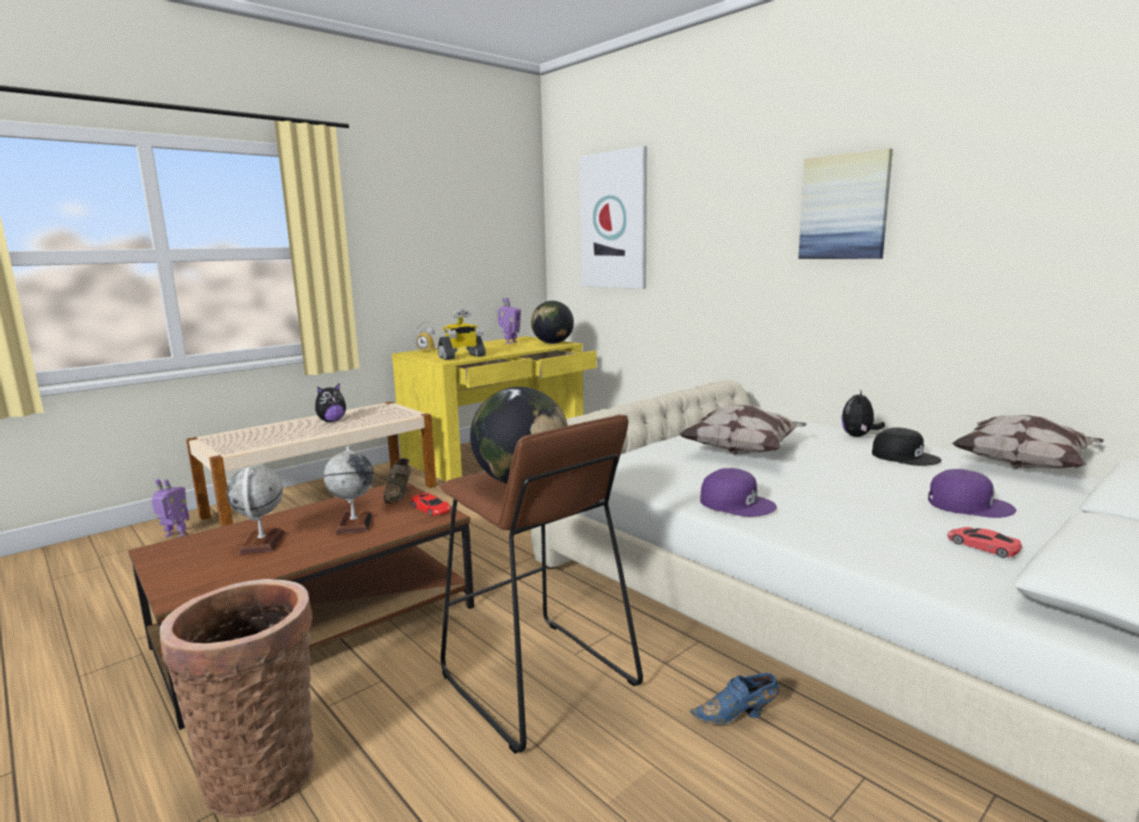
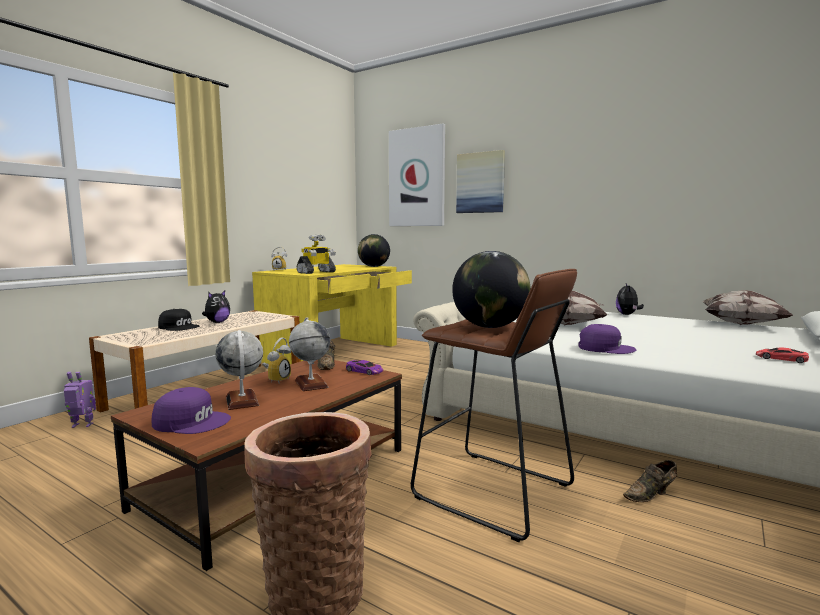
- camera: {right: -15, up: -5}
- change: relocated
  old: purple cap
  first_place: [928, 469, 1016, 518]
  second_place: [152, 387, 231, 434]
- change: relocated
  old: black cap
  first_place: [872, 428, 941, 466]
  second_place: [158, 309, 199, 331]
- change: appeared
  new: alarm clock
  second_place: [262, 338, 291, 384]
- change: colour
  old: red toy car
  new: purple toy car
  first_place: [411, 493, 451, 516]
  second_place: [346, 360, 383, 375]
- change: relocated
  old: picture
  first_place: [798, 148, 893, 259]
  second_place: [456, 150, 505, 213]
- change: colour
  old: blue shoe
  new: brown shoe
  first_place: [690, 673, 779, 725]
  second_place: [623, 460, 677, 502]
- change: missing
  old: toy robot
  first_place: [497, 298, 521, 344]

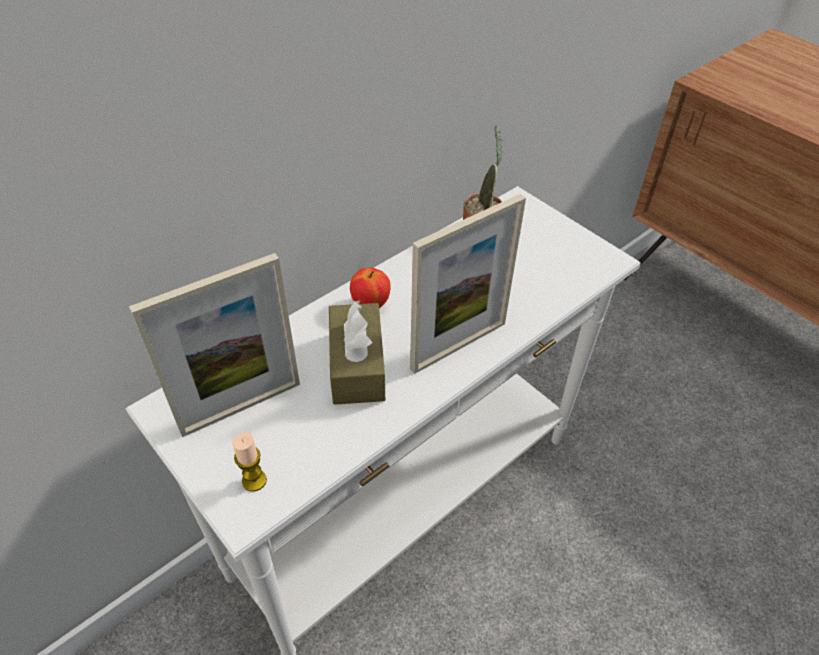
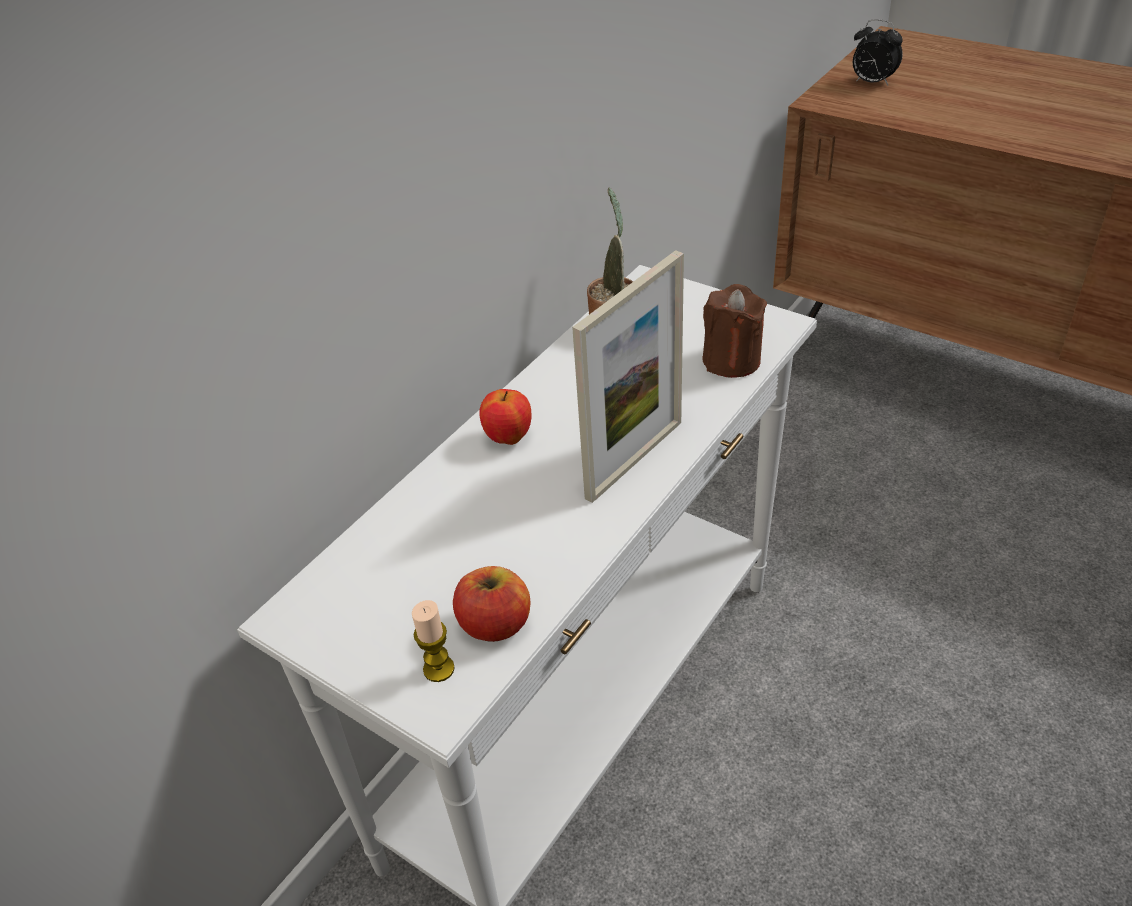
- camera: {right: -10, up: -5}
- change: appeared
  new: apple
  second_place: [453, 566, 530, 642]
- change: appeared
  new: brown candle
  second_place: [703, 284, 767, 378]
- change: appeared
  new: alarm clock
  second_place: [853, 19, 903, 86]
- change: missing
  old: picture frame
  first_place: [129, 253, 300, 437]
- change: missing
  old: brown tissue box
  first_place: [329, 300, 385, 405]

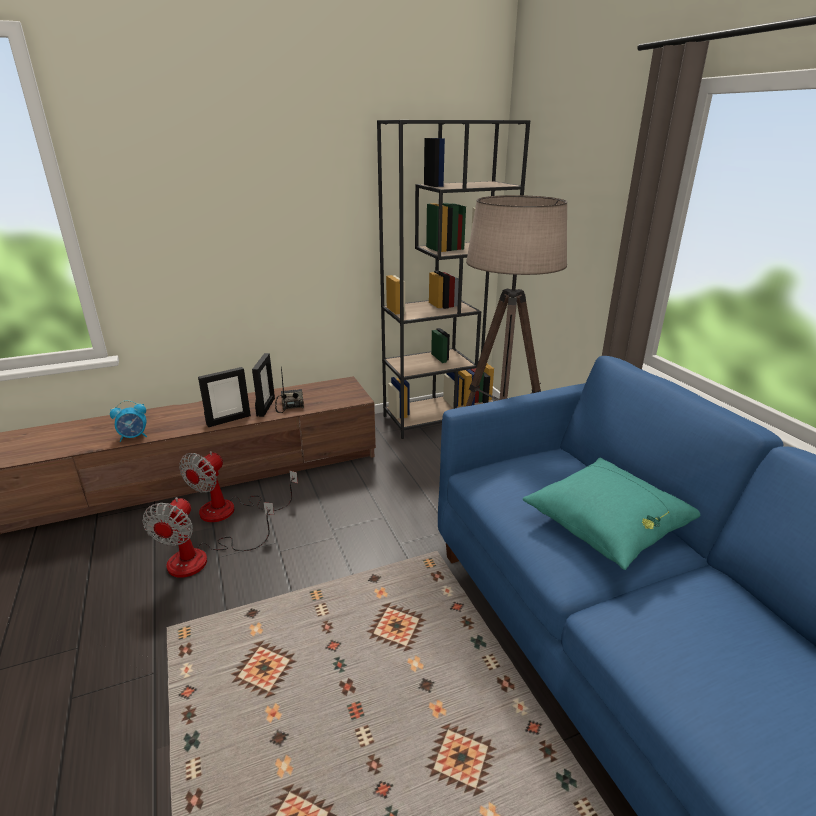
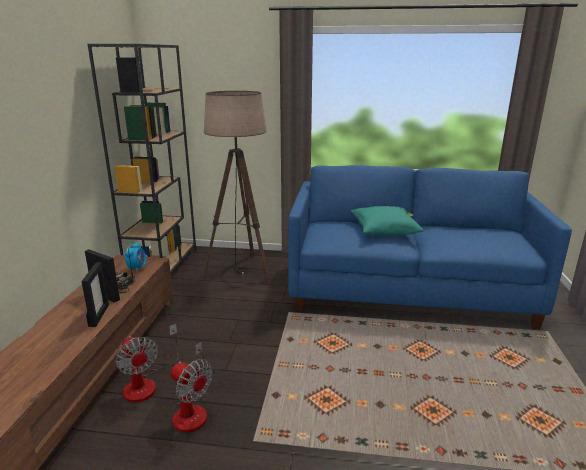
- camera: {right: -60, up: -5}
- change: relocated
  old: alarm clock
  first_place: [110, 400, 147, 442]
  second_place: [125, 242, 146, 273]

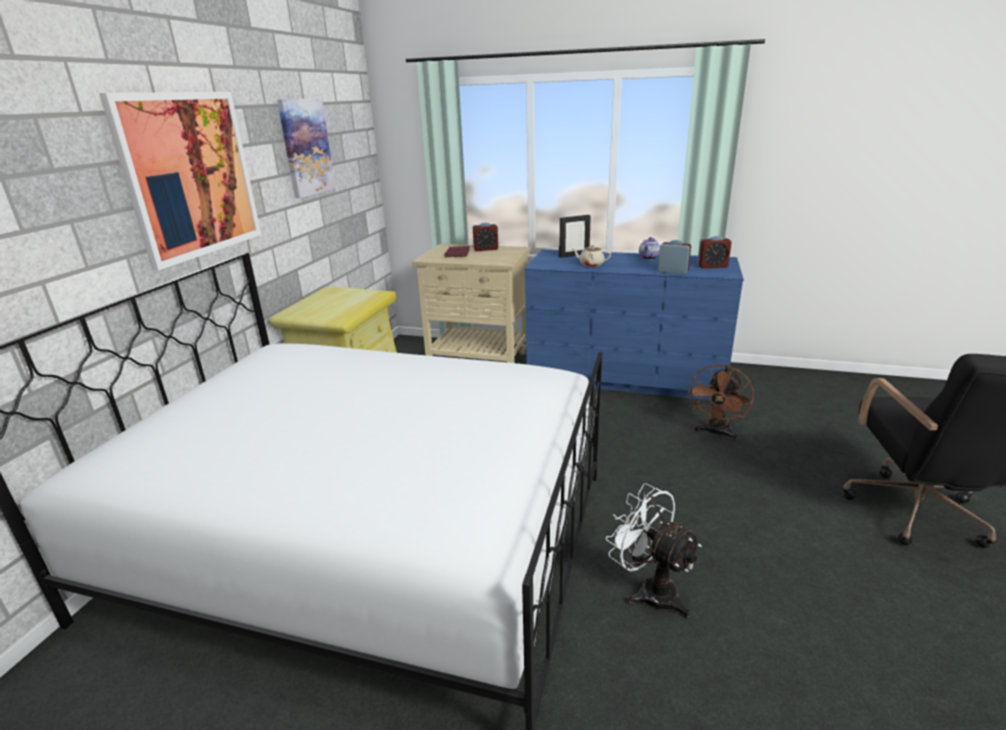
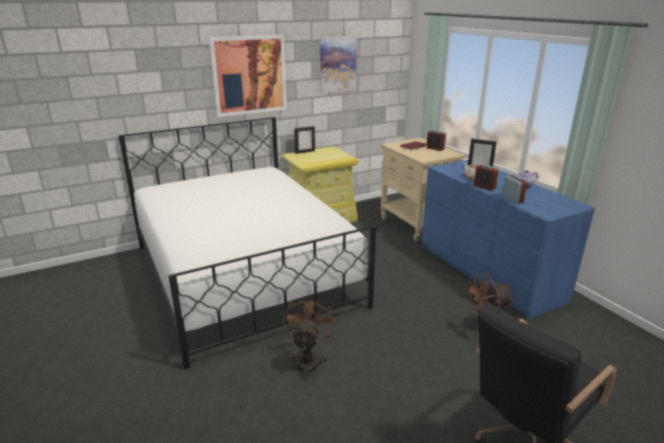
- camera: {right: 45, up: 0}
- change: colour
  old: white fan
  new: brown fan
  first_place: [606, 483, 702, 618]
  second_place: [283, 296, 335, 380]
- change: appeared
  new: picture frame
  second_place: [294, 126, 315, 154]
- change: relocated
  old: alarm clock
  first_place: [697, 236, 732, 268]
  second_place: [474, 164, 500, 191]

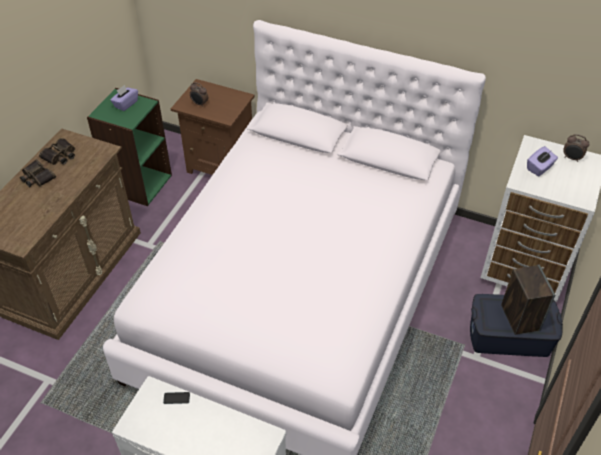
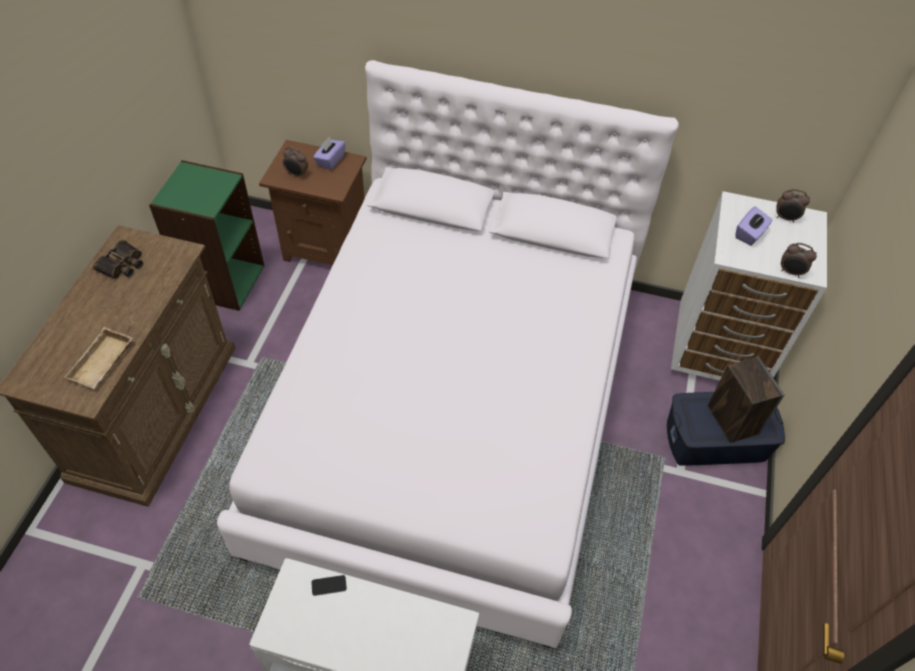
- camera: {right: -10, up: 5}
- change: appeared
  new: beige tray
  second_place: [64, 327, 133, 389]
- change: relocated
  old: purple tissue box
  first_place: [110, 85, 138, 111]
  second_place: [313, 137, 346, 170]
- change: appeared
  new: alarm clock
  second_place: [781, 243, 817, 278]
- change: missing
  old: binoculars
  first_place: [20, 159, 56, 187]

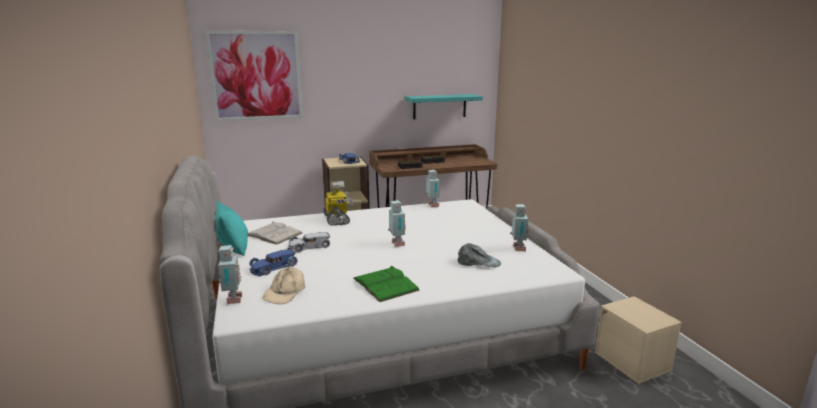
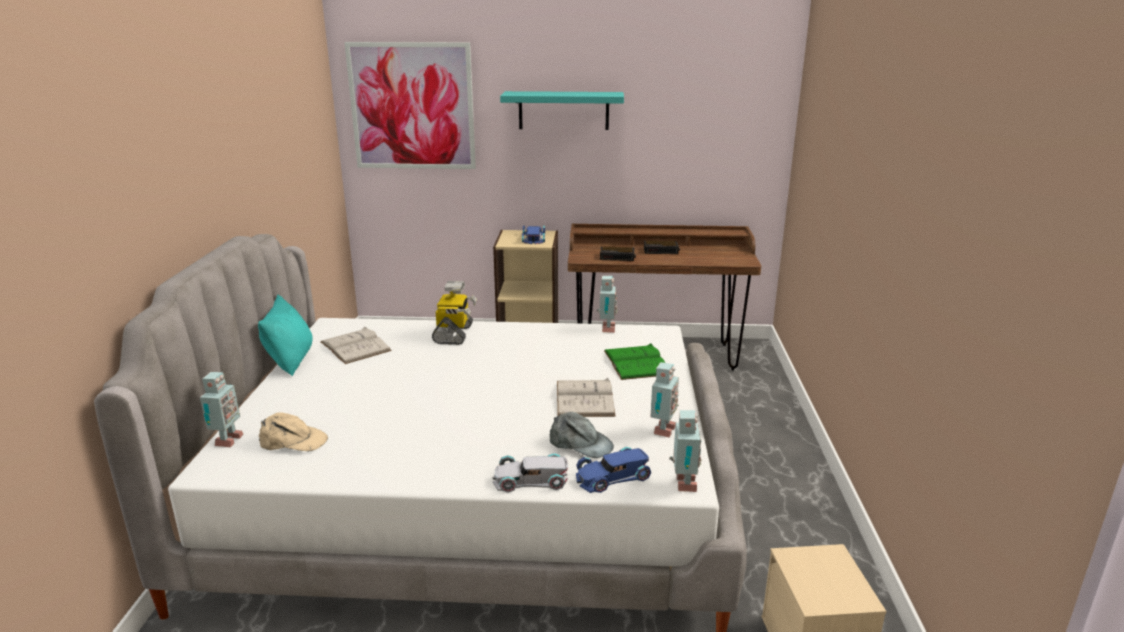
- camera: {right: 20, up: 5}
- change: spun
  old: beige cap
  first_place: [263, 266, 305, 304]
  second_place: [259, 412, 328, 451]
  degrees: -120
- change: relocated
  old: white toy car
  first_place: [288, 232, 330, 253]
  second_place: [493, 453, 568, 493]
- change: relocated
  old: turquoise shelf
  first_place: [405, 94, 483, 119]
  second_place: [500, 91, 624, 130]
- change: appeared
  new: white book
  second_place: [557, 378, 616, 417]
- change: relocated
  old: blue toy car
  first_place: [249, 249, 298, 276]
  second_place: [576, 447, 651, 493]
- change: relocated
  old: green book
  first_place: [353, 266, 420, 302]
  second_place: [604, 343, 665, 380]
- change: relocated
  old: toy robot
  first_place: [388, 200, 406, 247]
  second_place: [669, 410, 702, 492]

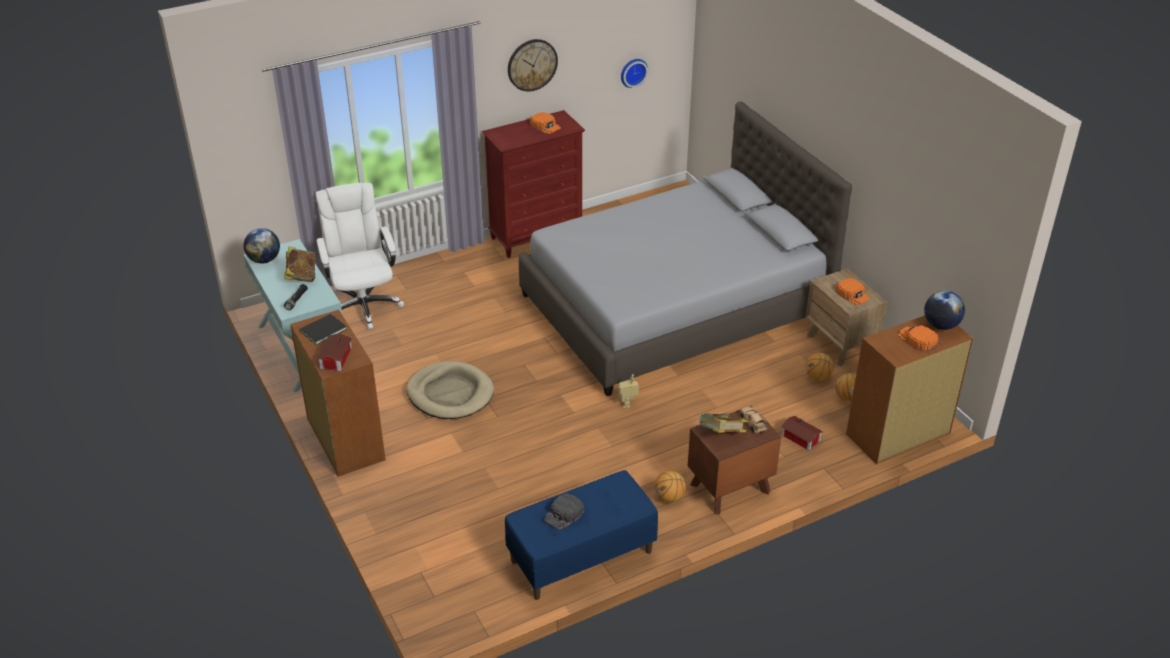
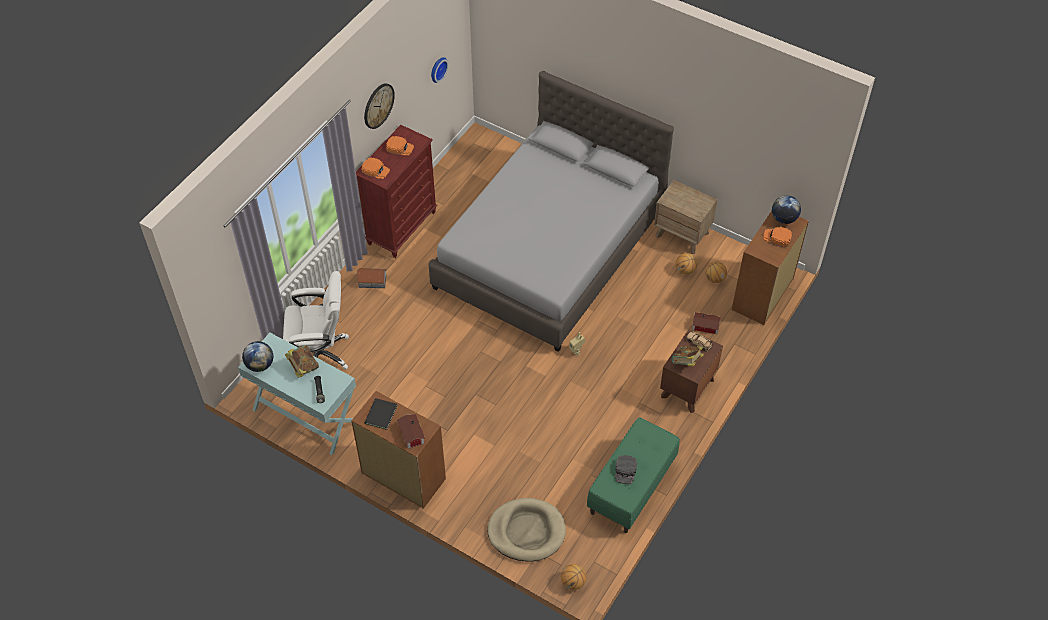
- camera: {right: -30, up: 15}
- change: spun
  old: white office chair
  first_place: [315, 183, 404, 329]
  second_place: [283, 271, 349, 370]
  degrees: 135
- change: appeared
  new: toy house
  second_place: [357, 268, 387, 288]
- change: relocated
  old: orange cap
  first_place: [835, 278, 870, 305]
  second_place: [361, 157, 390, 179]
- change: relocated
  old: beige dog bed
  first_place: [406, 361, 494, 419]
  second_place: [487, 498, 566, 562]
- change: relocated
  old: basketball
  first_place: [654, 471, 686, 502]
  second_place: [561, 564, 586, 590]
- change: colour
  old: blue bench
  new: green bench
  first_place: [505, 470, 658, 600]
  second_place: [587, 417, 680, 533]

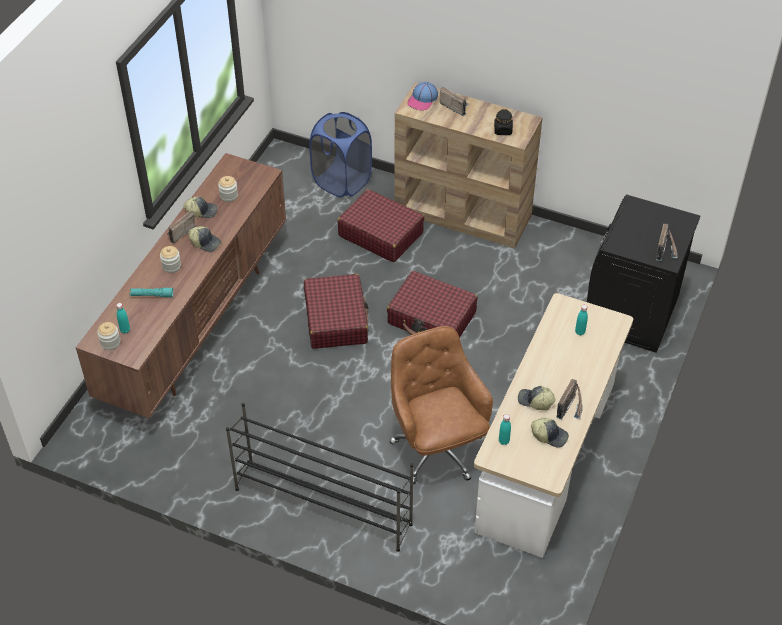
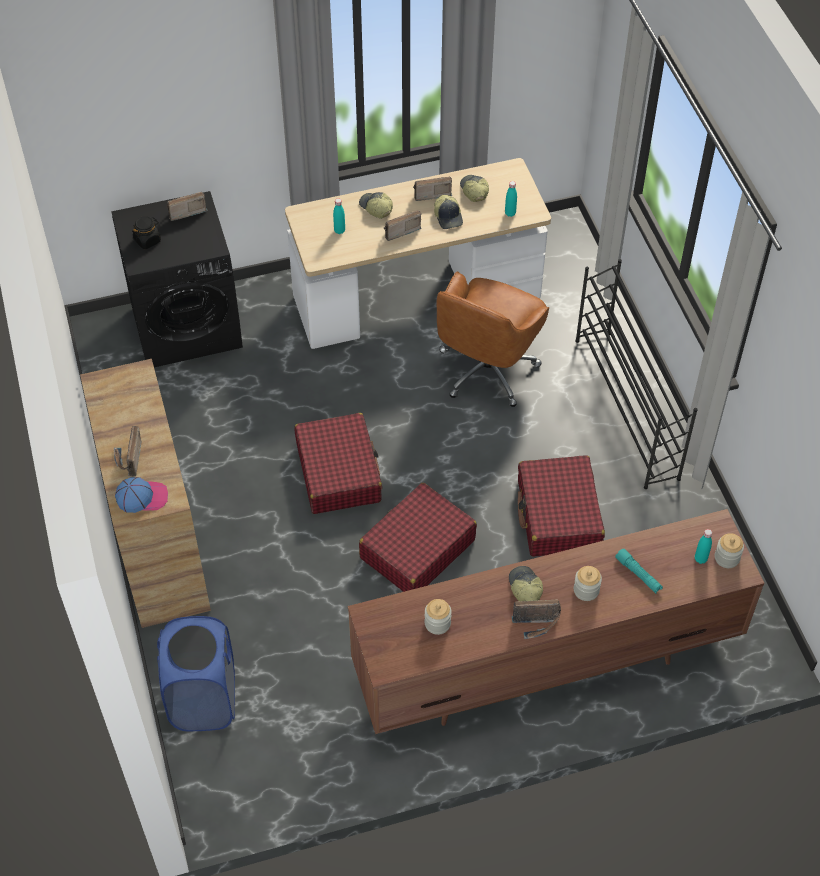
- camera: {right: -130, up: 5}
- change: relocated
  old: black jar
  first_place: [494, 109, 513, 135]
  second_place: [132, 216, 161, 249]
- change: relocated
  old: cap
  first_place: [183, 196, 217, 218]
  second_place: [359, 192, 393, 219]
- change: appeared
  new: radio
  second_place: [384, 210, 422, 241]
- change: relocated
  old: red suitcase
  first_place: [337, 189, 424, 262]
  second_place: [518, 456, 605, 557]

